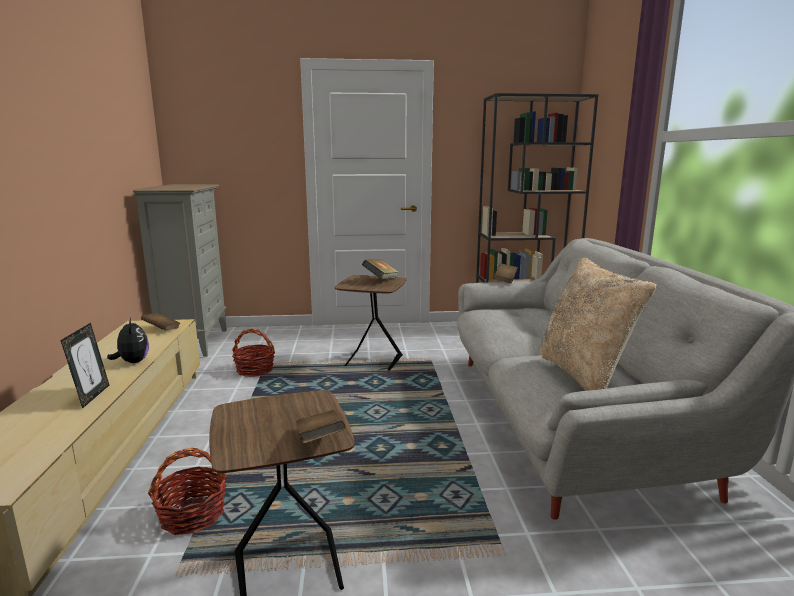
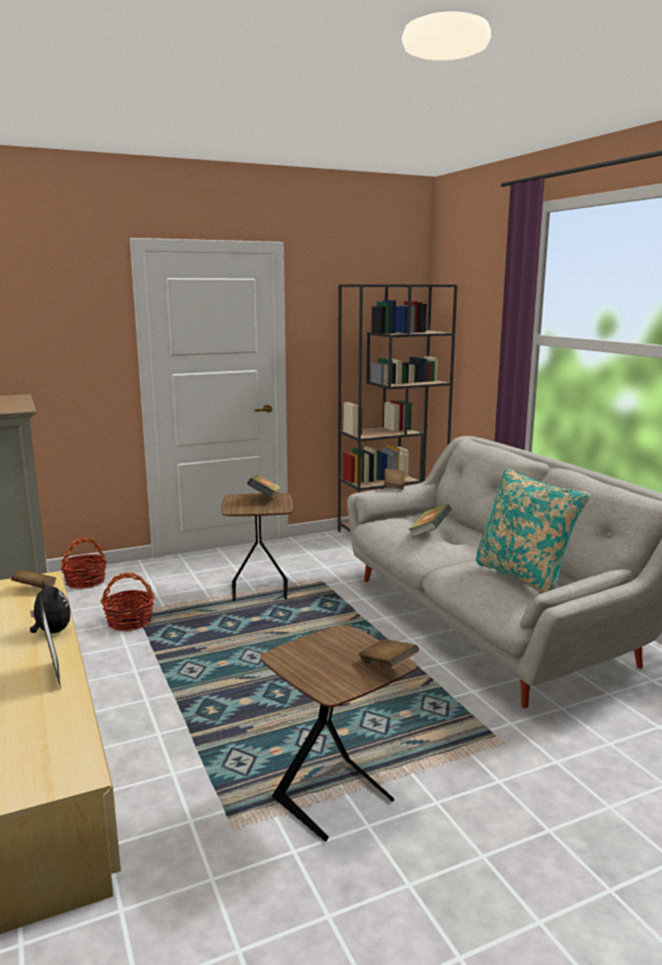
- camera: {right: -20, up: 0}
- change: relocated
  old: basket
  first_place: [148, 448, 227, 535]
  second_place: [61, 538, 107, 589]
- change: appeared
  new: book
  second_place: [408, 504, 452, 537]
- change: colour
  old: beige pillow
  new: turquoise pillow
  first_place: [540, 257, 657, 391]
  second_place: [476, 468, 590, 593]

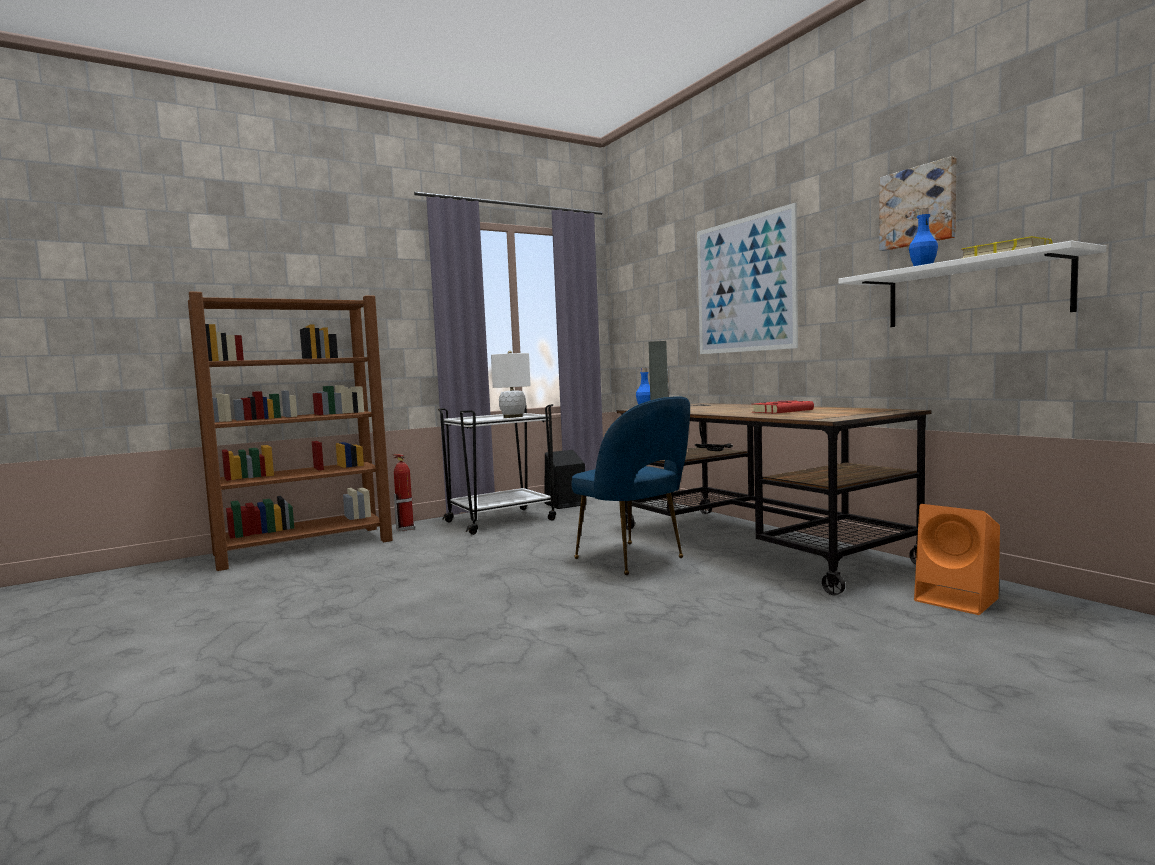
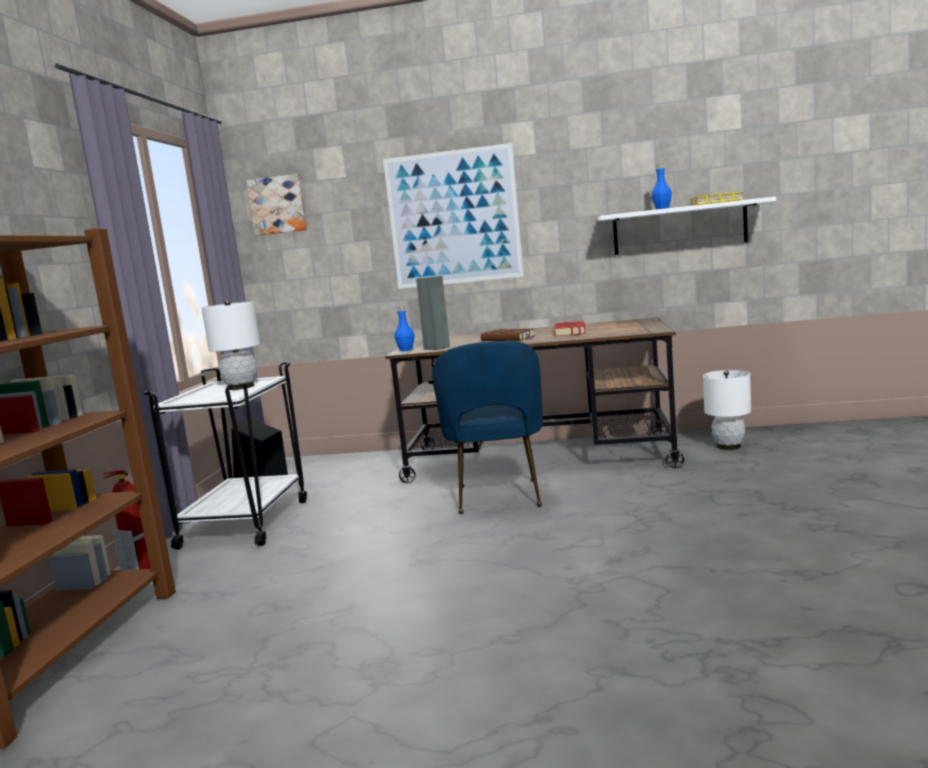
- camera: {right: -50, up: 5}
- change: relocated
  old: picture
  first_place: [879, 156, 957, 251]
  second_place: [246, 174, 308, 236]
- change: spun
  old: blue chair
  first_place: [571, 396, 690, 575]
  second_place: [432, 341, 543, 514]
  degrees: 90
- change: appeared
  new: brown book
  second_place: [481, 329, 534, 341]
- change: exchanged
  old: orange speaker
  new: white table lamp
  first_place: [914, 504, 1000, 615]
  second_place: [703, 370, 751, 450]

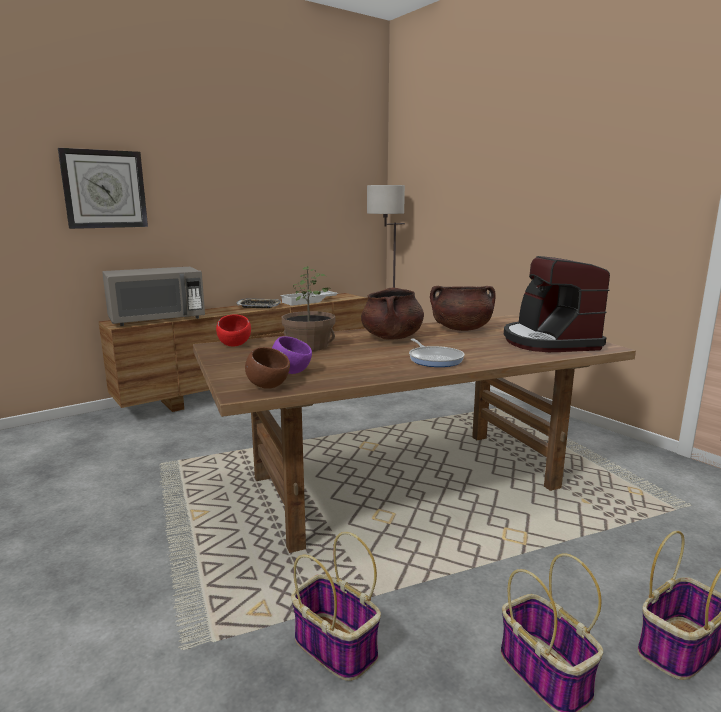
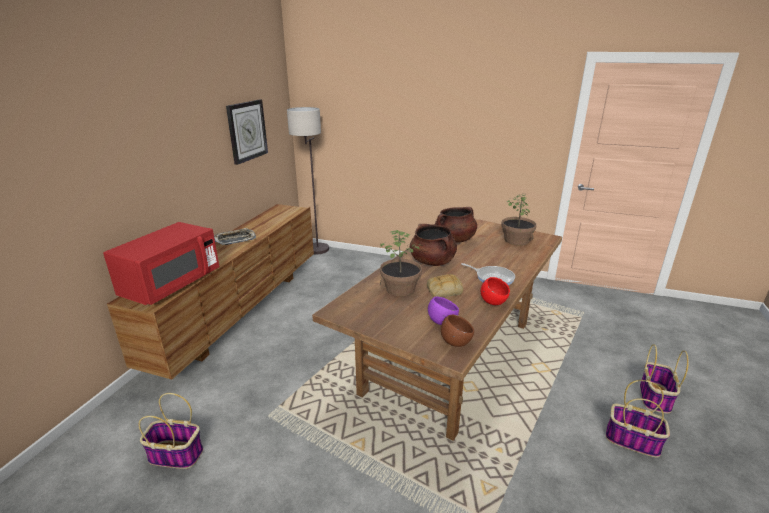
- camera: {right: -35, up: 10}
- change: colour
  old: grey microwave
  new: red microwave
  first_place: [102, 267, 205, 326]
  second_place: [103, 222, 220, 305]
- change: relocated
  old: basket
  first_place: [291, 532, 381, 681]
  second_place: [138, 393, 203, 469]
- change: relocated
  old: wall clock
  first_place: [58, 148, 148, 229]
  second_place: [226, 100, 268, 165]
- change: appeared
  new: bread
  second_place: [427, 274, 463, 297]
- change: relocated
  old: red bowl
  first_place: [216, 314, 251, 346]
  second_place: [480, 277, 510, 305]
- change: exchanged
  old: coffee machine
  new: potted plant
  first_place: [504, 256, 610, 352]
  second_place: [501, 195, 537, 245]
- change: missing
  old: white tray
  first_place: [280, 291, 338, 306]

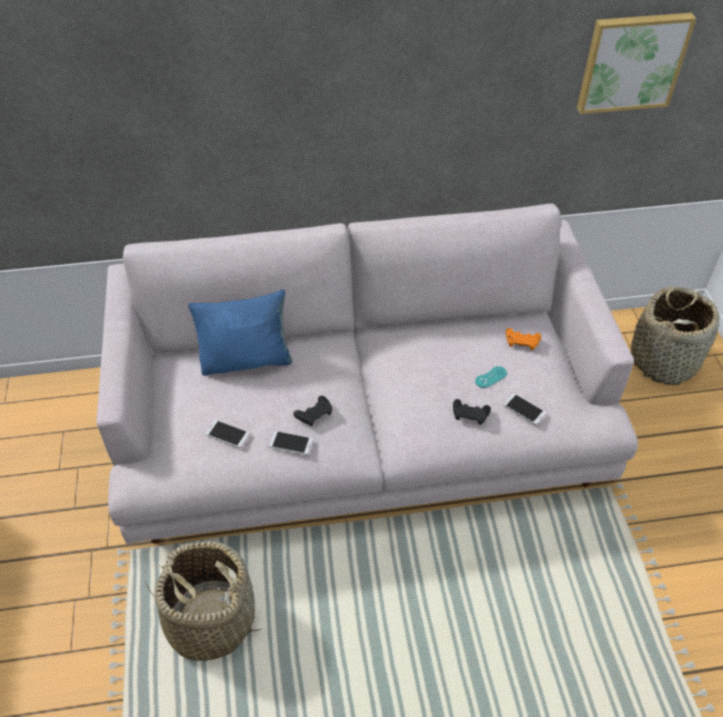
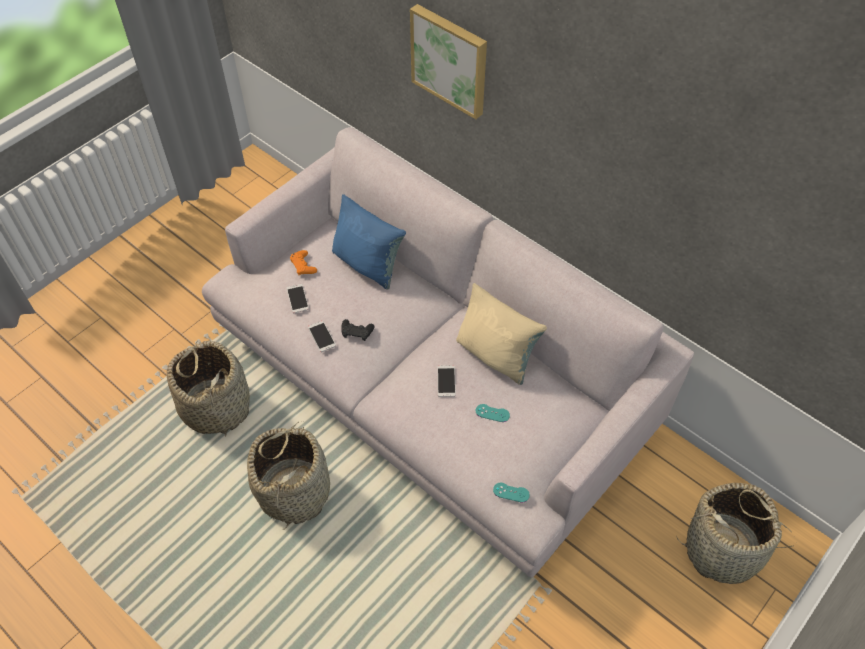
- camera: {right: 50, up: 5}
- change: appeared
  new: basket
  second_place: [247, 422, 330, 530]
- change: relocated
  old: orange game controller
  first_place: [506, 328, 541, 350]
  second_place: [290, 250, 317, 275]
- change: relocated
  old: picture
  first_place: [577, 13, 696, 114]
  second_place: [410, 4, 487, 119]
- change: relocated
  old: phone
  first_place: [503, 393, 546, 425]
  second_place: [437, 365, 456, 397]
- change: appeared
  new: beige pillow
  second_place: [456, 283, 547, 385]
- change: appeared
  new: turquoise game controller
  second_place: [493, 483, 530, 503]
- change: missing
  old: black game controller
  first_place: [453, 399, 491, 425]

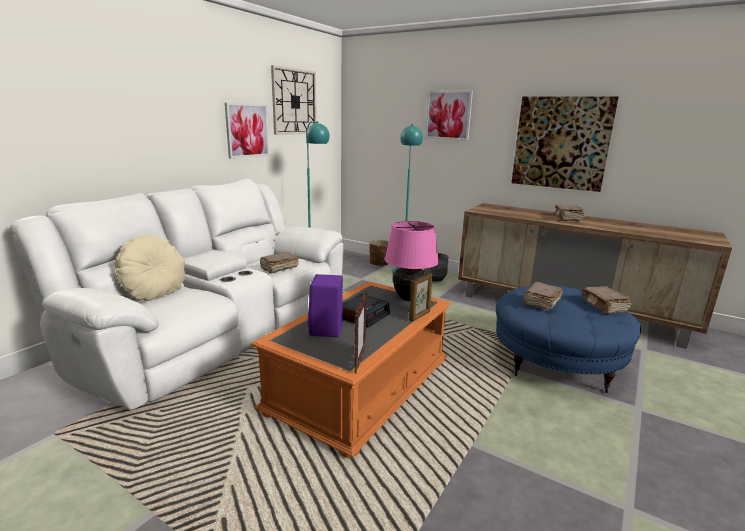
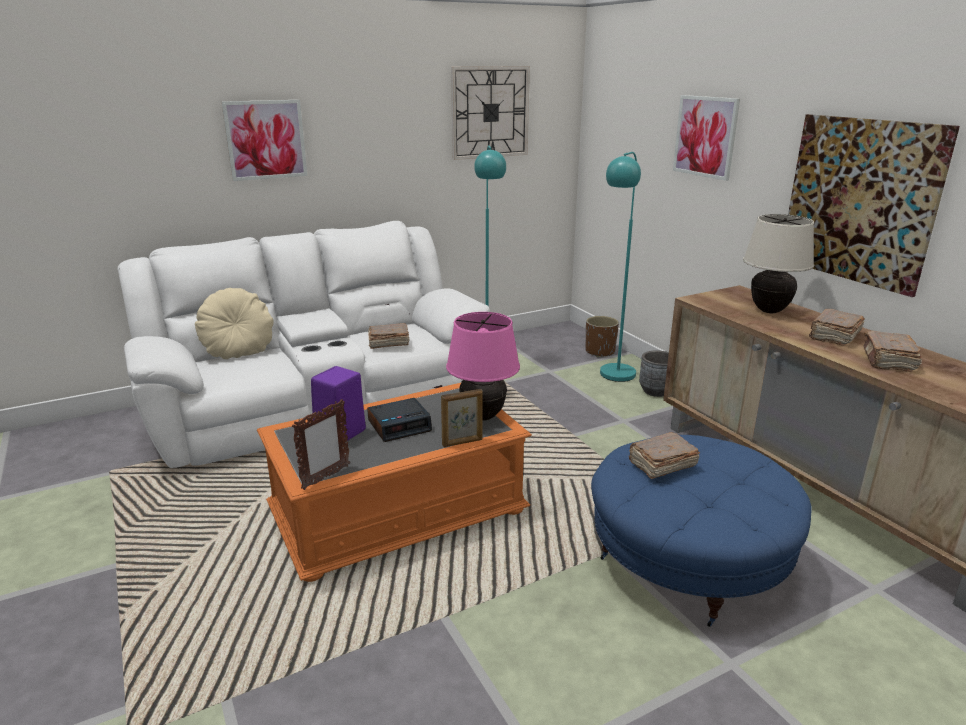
- camera: {right: 30, up: 5}
- change: relocated
  old: picture
  first_place: [225, 102, 269, 159]
  second_place: [222, 100, 307, 181]
- change: appeared
  new: beige table lamp
  second_place: [743, 214, 814, 313]
- change: relocated
  old: brown book
  first_place: [583, 286, 631, 314]
  second_place: [863, 331, 922, 372]

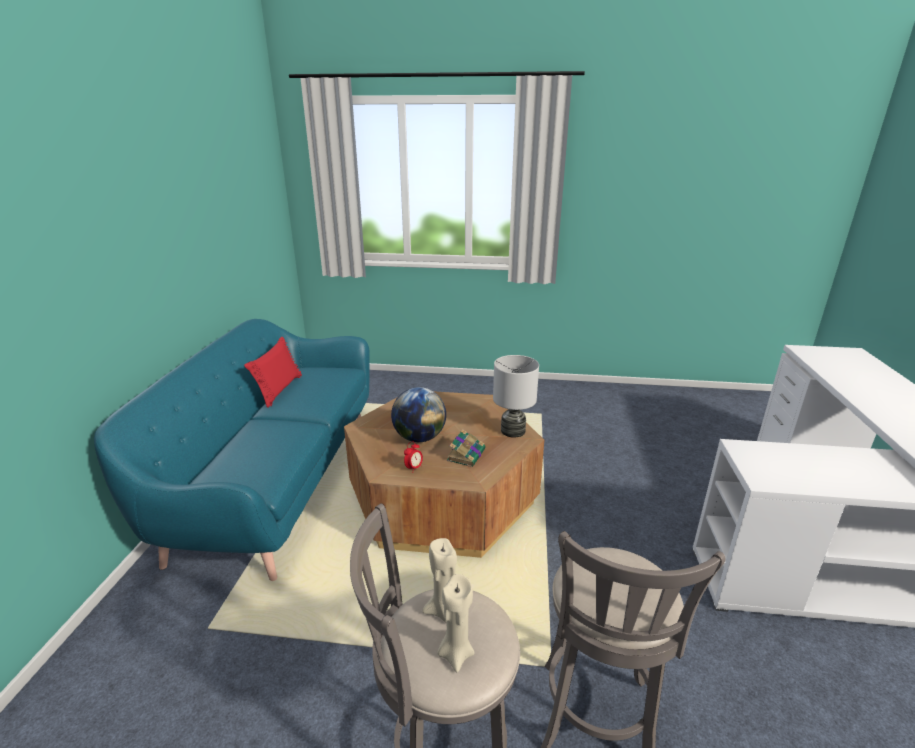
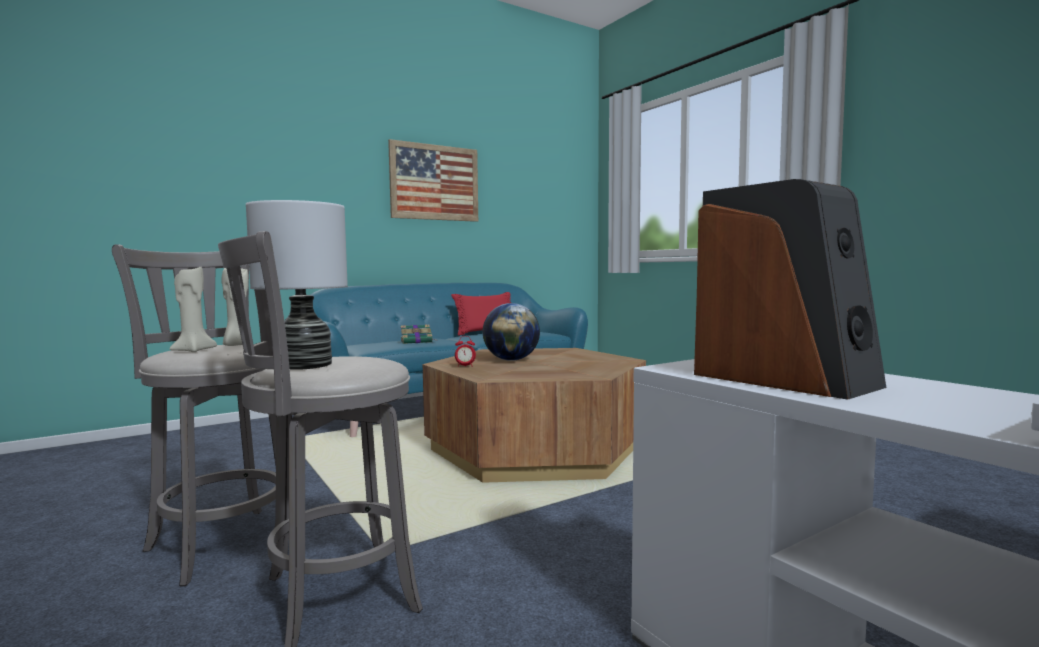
- camera: {right: 50, up: -20}
- change: relocated
  old: grey table lamp
  first_place: [493, 355, 539, 438]
  second_place: [246, 200, 348, 369]
- change: appeared
  new: picture
  second_place: [388, 139, 478, 222]
- change: relocated
  old: book
  first_place: [447, 429, 485, 467]
  second_place: [401, 324, 435, 344]
- change: appeared
  new: speaker
  second_place: [694, 179, 887, 400]

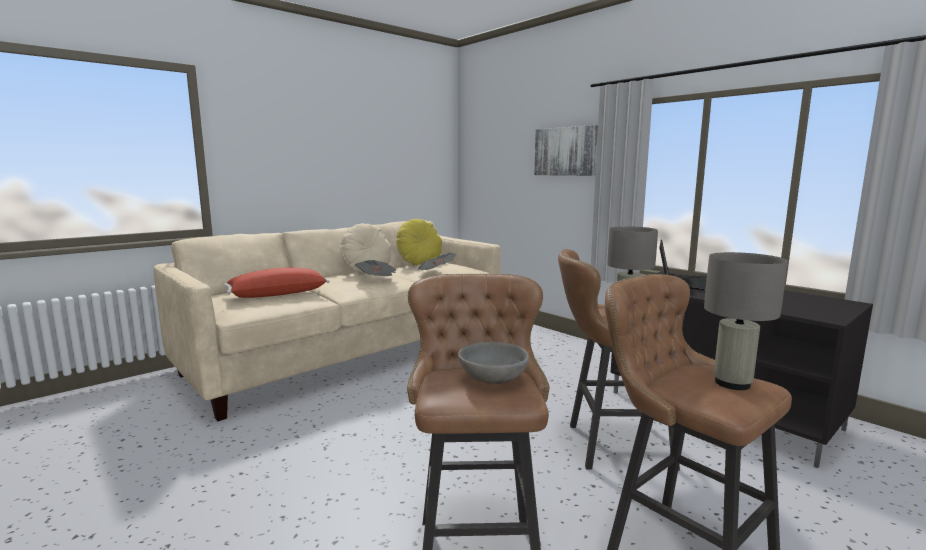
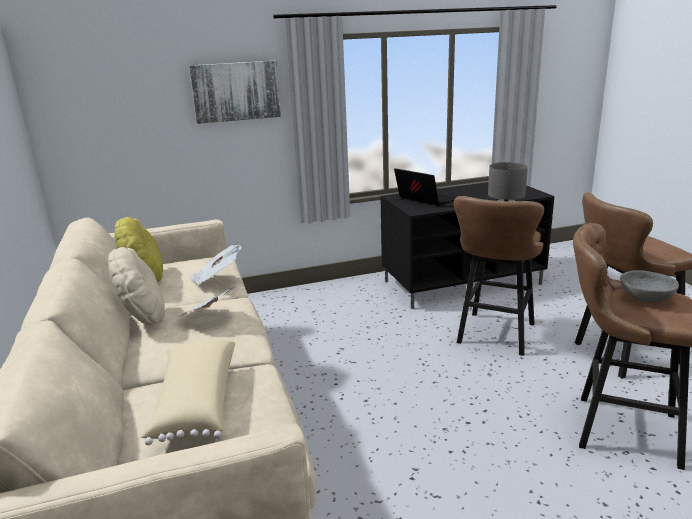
- camera: {right: -65, up: 10}
- change: colour
  old: red pillow
  new: beige pillow
  first_place: [224, 268, 330, 298]
  second_place: [141, 339, 235, 445]
- change: missing
  old: grey table lamp
  first_place: [704, 252, 788, 390]

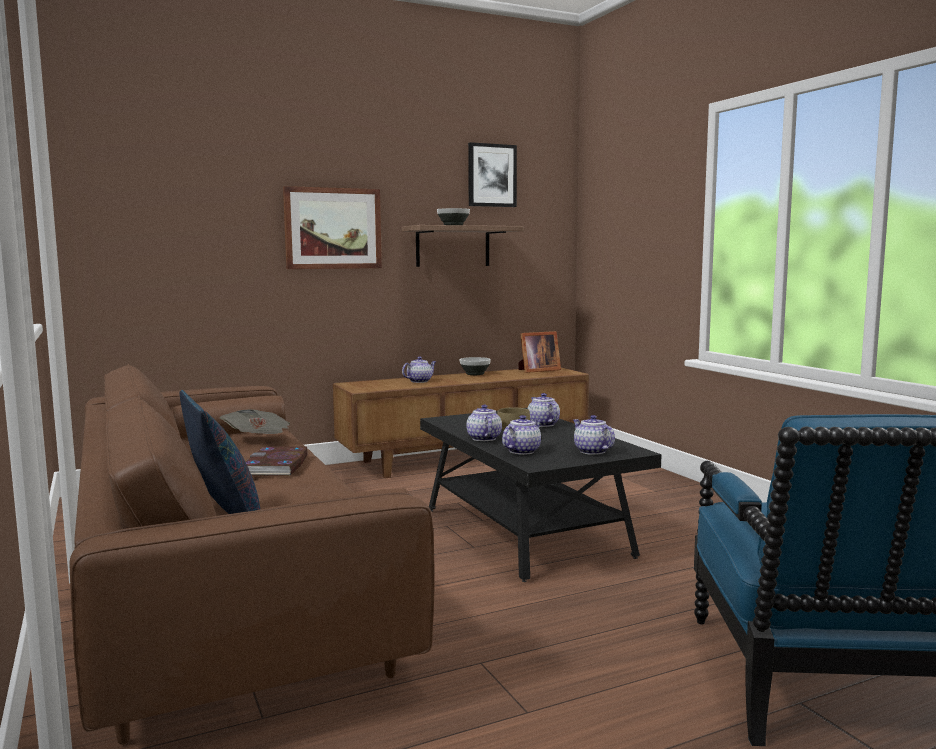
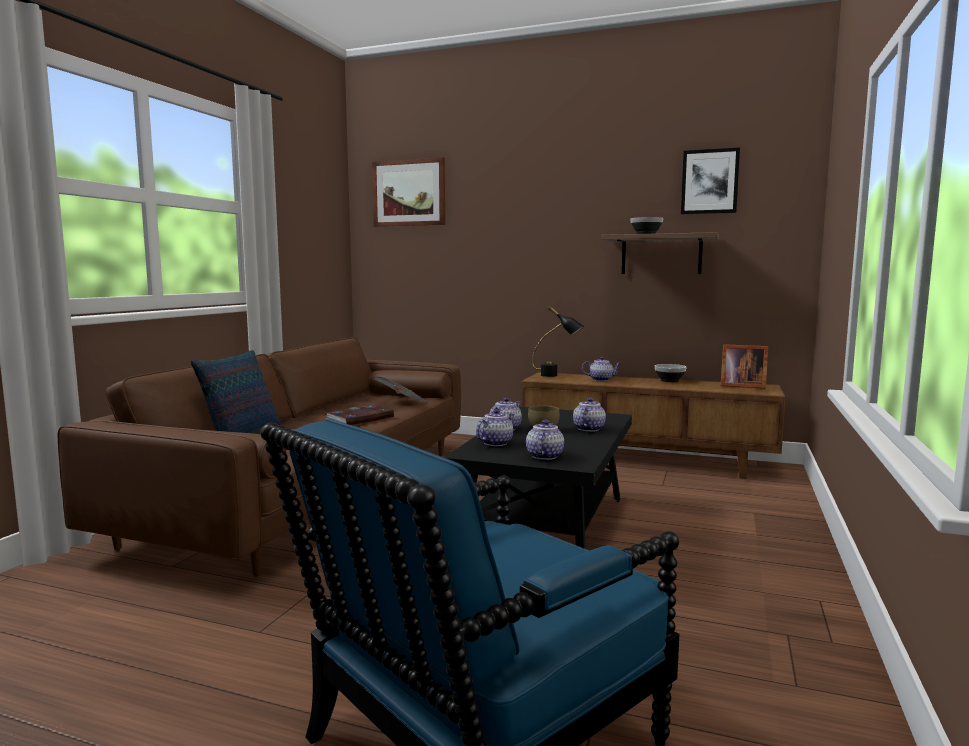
- camera: {right: 45, up: 0}
- change: relocated
  old: picture
  first_place: [283, 186, 382, 269]
  second_place: [372, 157, 445, 227]
- change: spun
  old: teapot
  first_place: [502, 415, 541, 455]
  second_place: [476, 409, 514, 446]
  degrees: -45
- change: appeared
  new: black table lamp
  second_place: [532, 306, 585, 377]

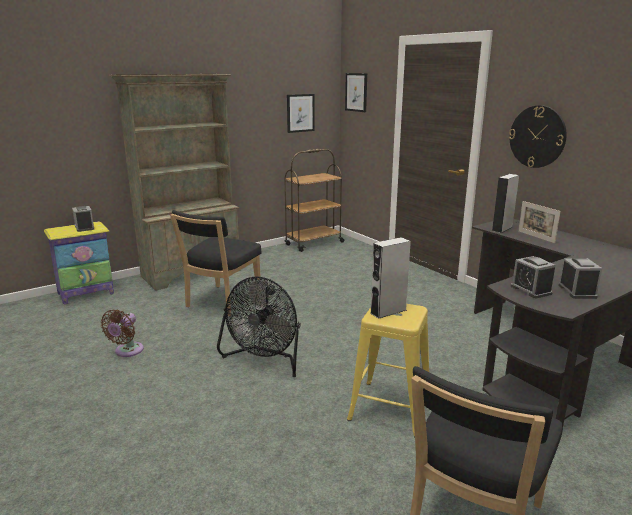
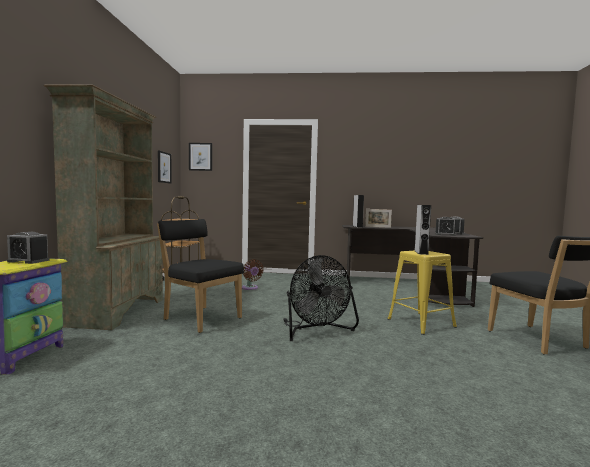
- camera: {right: -50, up: -15}
- change: spun
  old: black chair
  first_place: [170, 210, 262, 317]
  second_place: [157, 219, 244, 333]
  degrees: 150
- change: relocated
  old: brown fan
  first_place: [101, 310, 144, 357]
  second_place: [242, 259, 263, 290]
- change: missing
  old: wall clock
  first_place: [509, 105, 567, 168]

